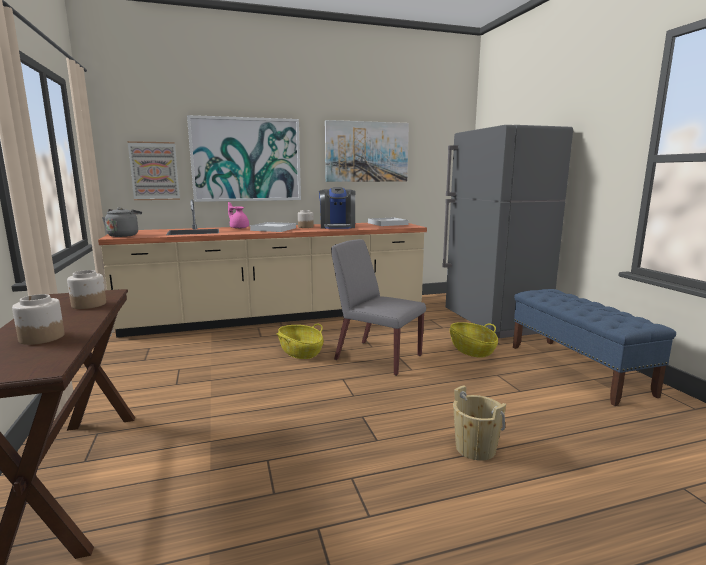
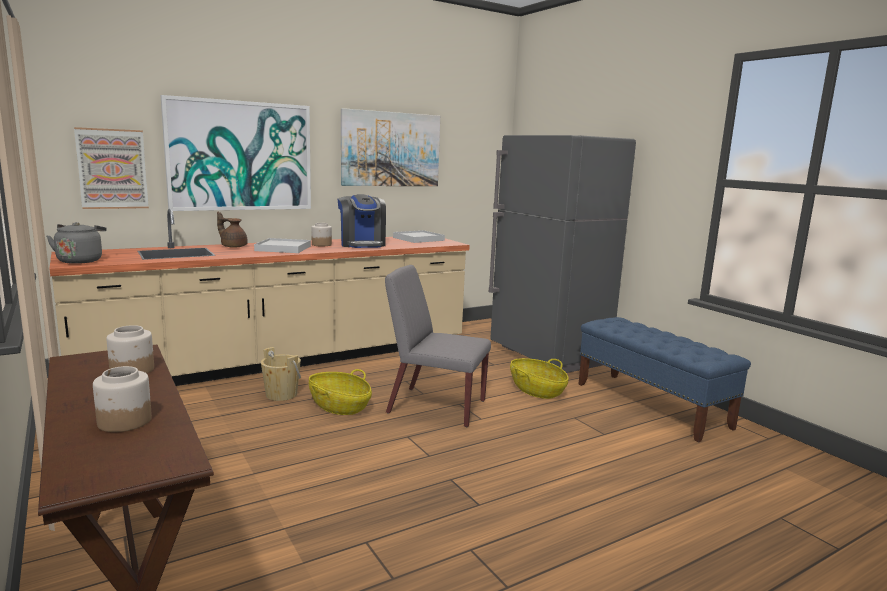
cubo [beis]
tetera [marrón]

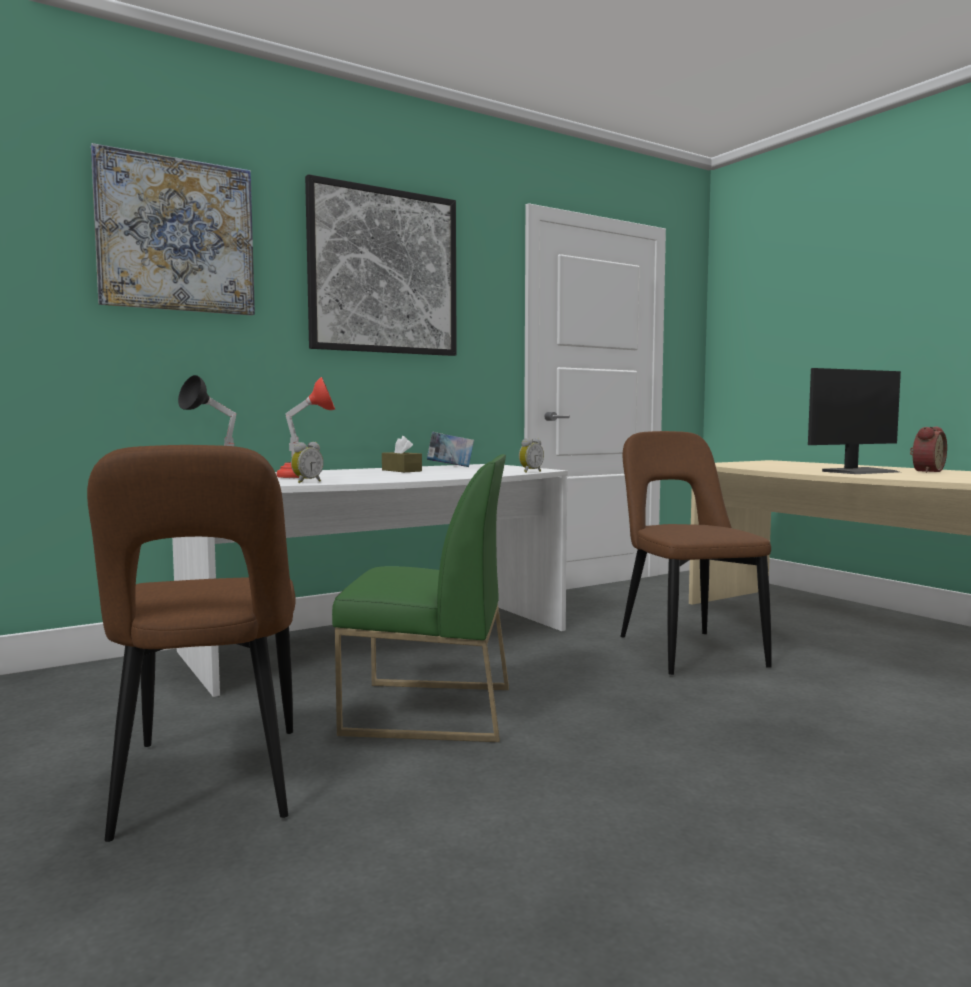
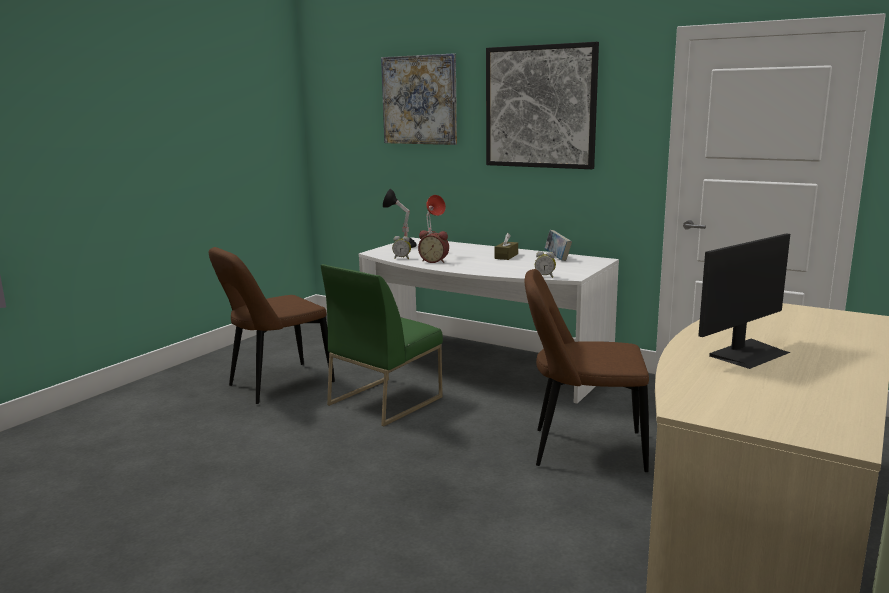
despertador (no. 2 from left)
silla [verde]
silla [marrón] (no. 2 from left)
monitor

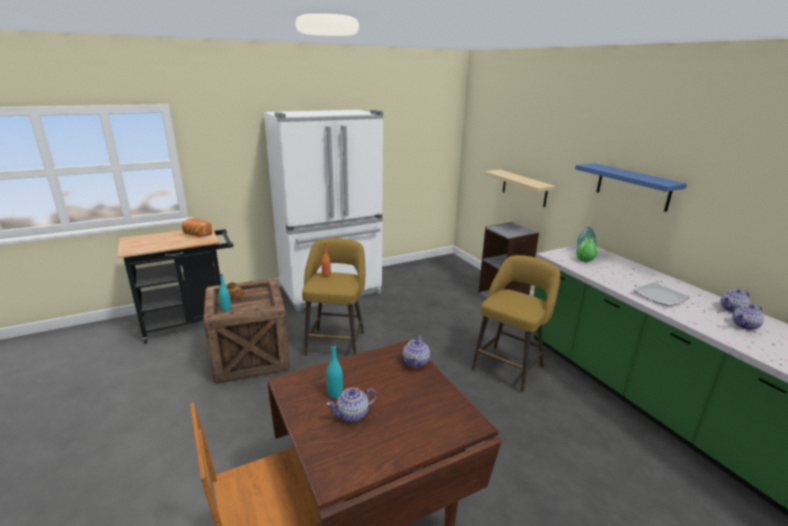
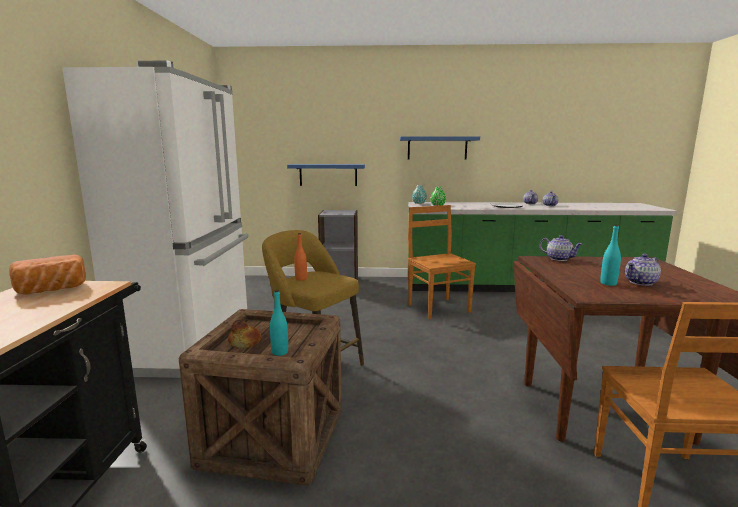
silla [marrón] (no. 1 from left)
estante [azul] (no. 1 from left)
tetera (no. 4 from left)

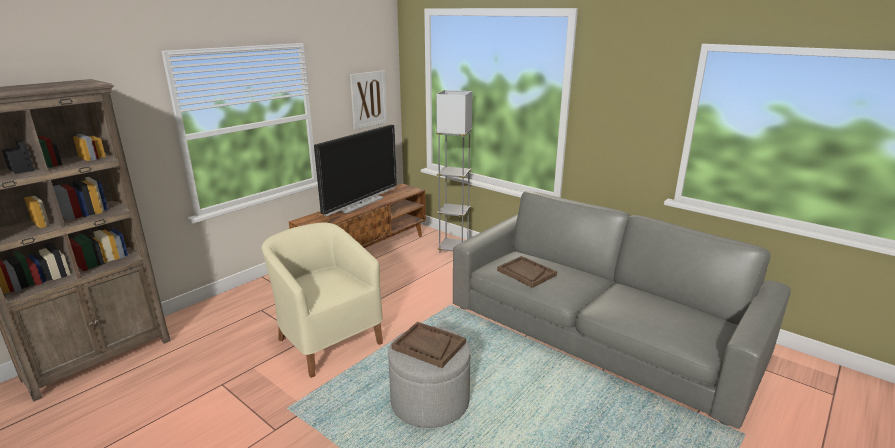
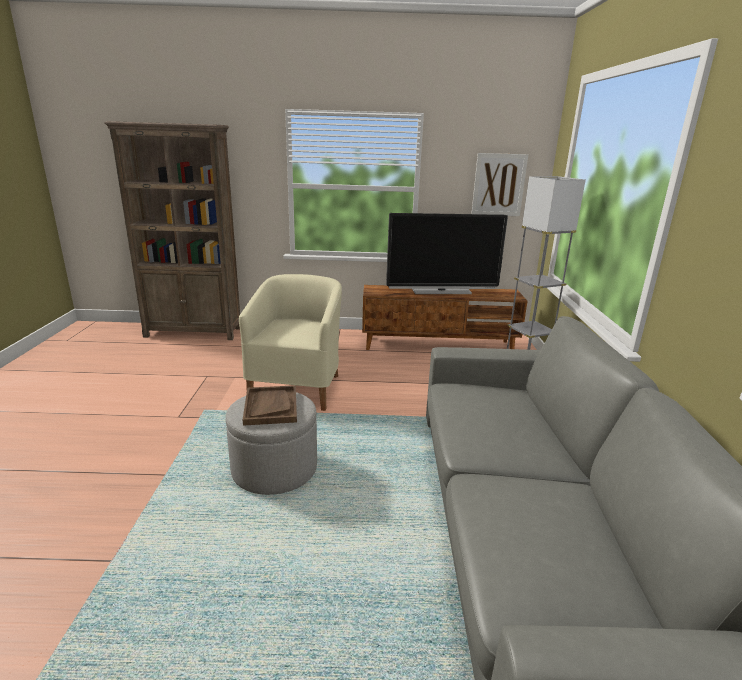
bandeja [marrón] (no. 2 from left in the first image)

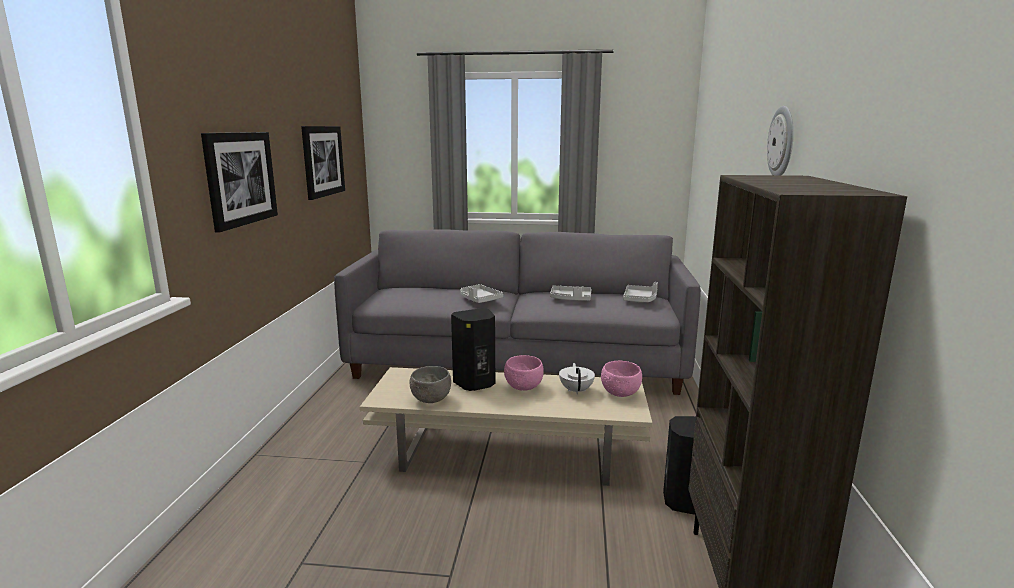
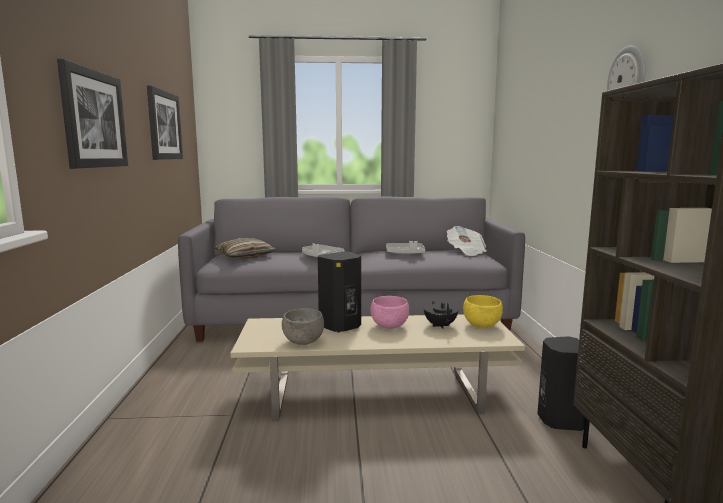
cojín
periódico
tetera [negro]
cuenco [amarillo]

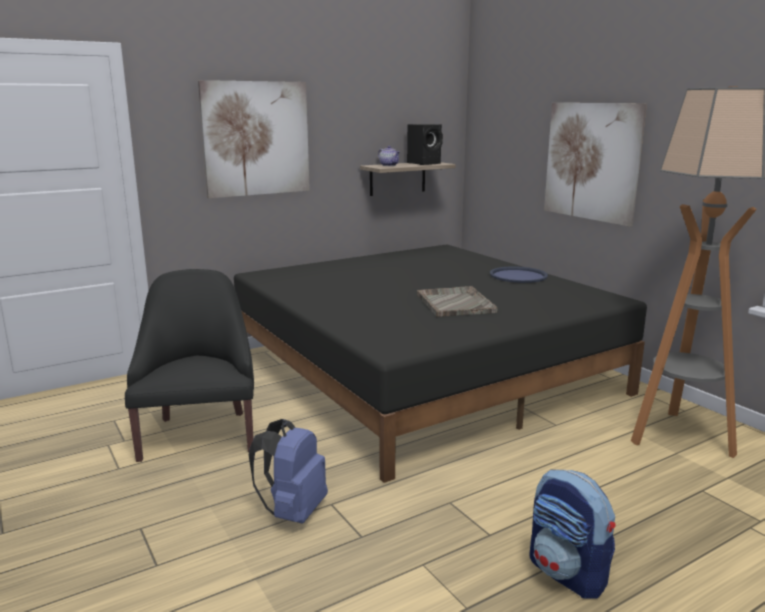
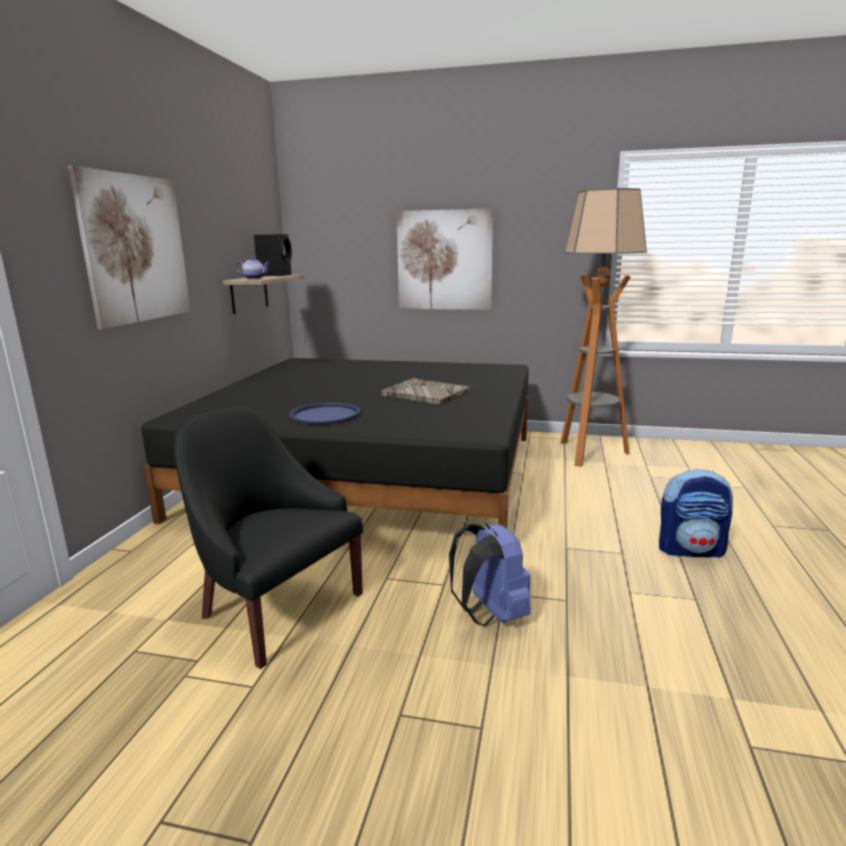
bandeja [azul]

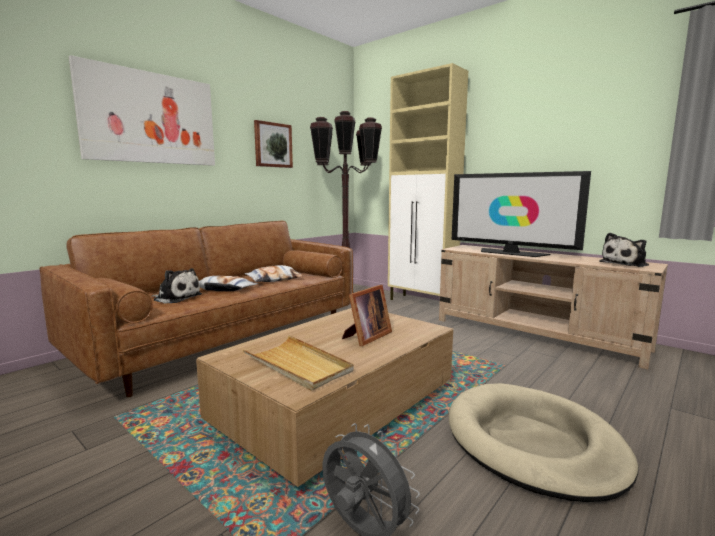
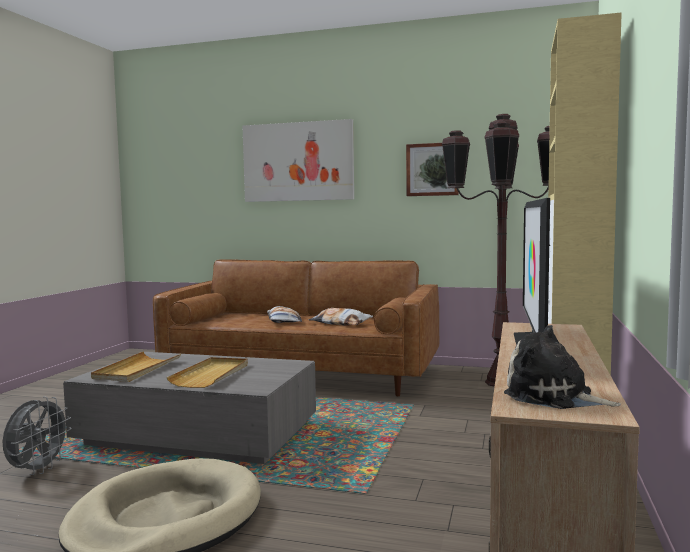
peluche (no. 1 from left in the first image)
bandeja [beis] (no. 2 from left)
mesa de centro [gris]

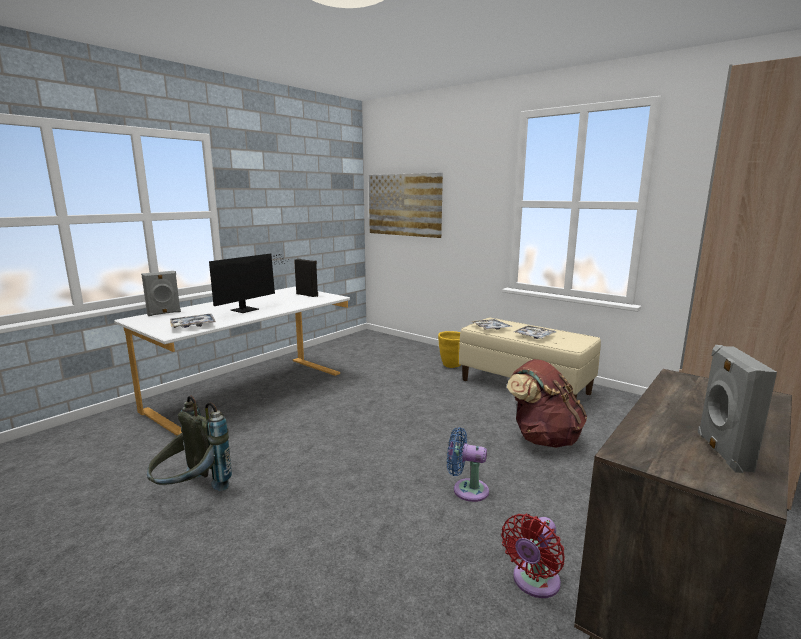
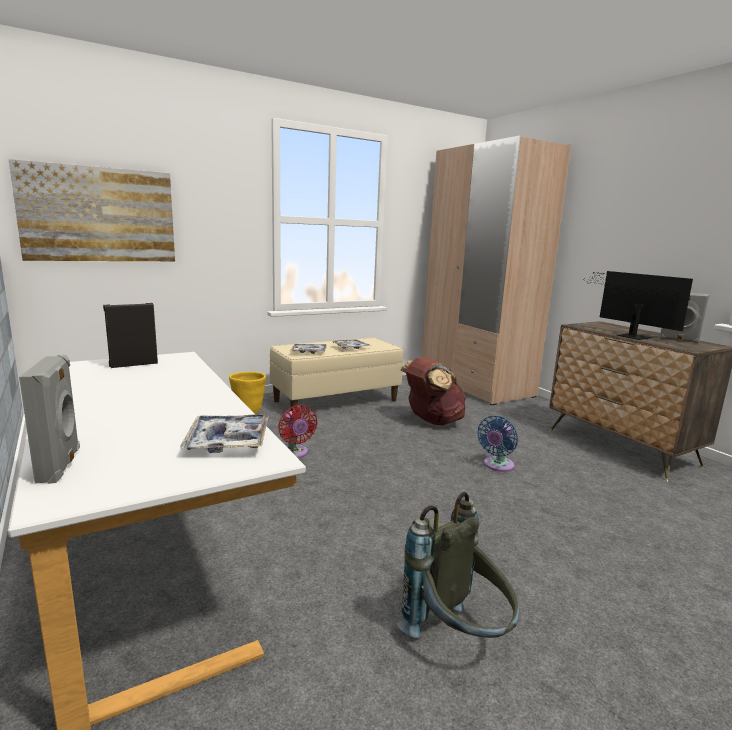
monitor
ventilador [rojo]

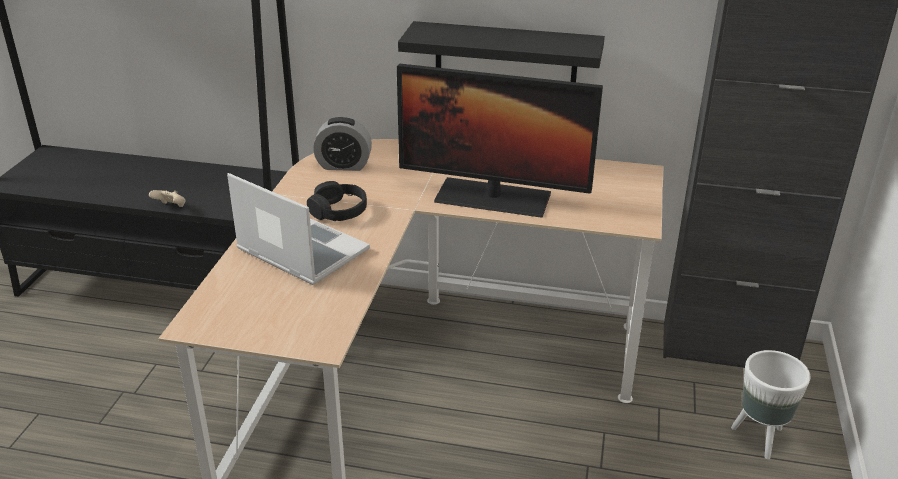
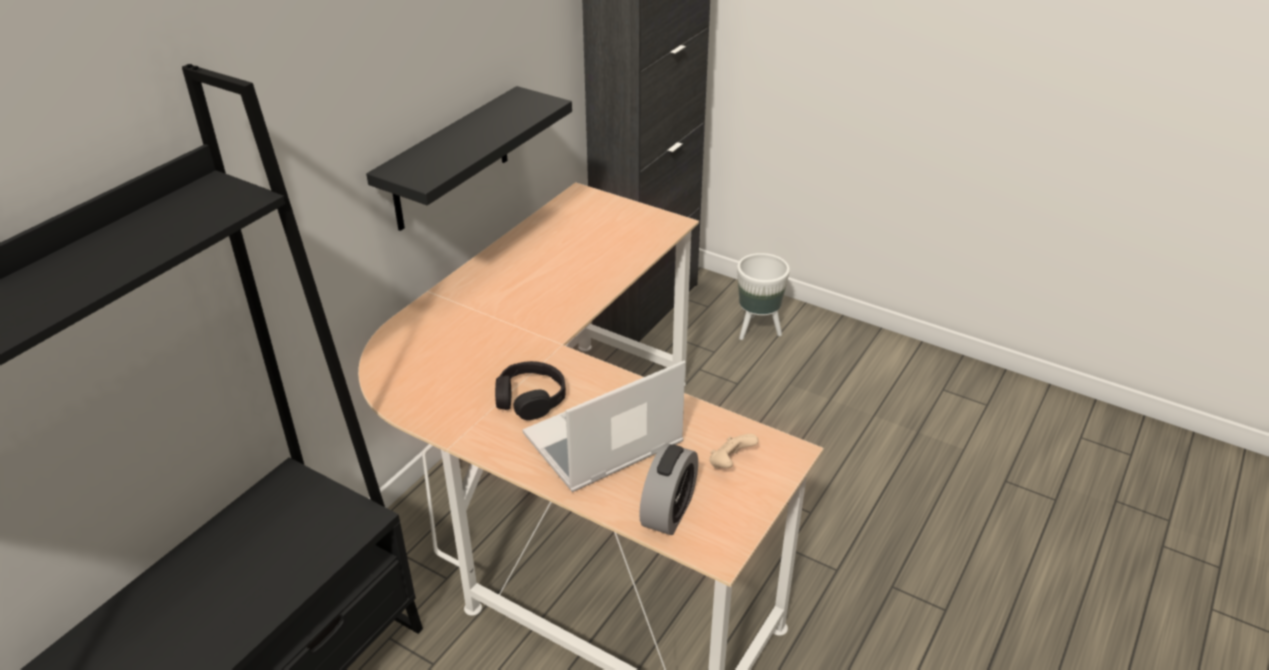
monitor
mando de consola [beis]
despertador

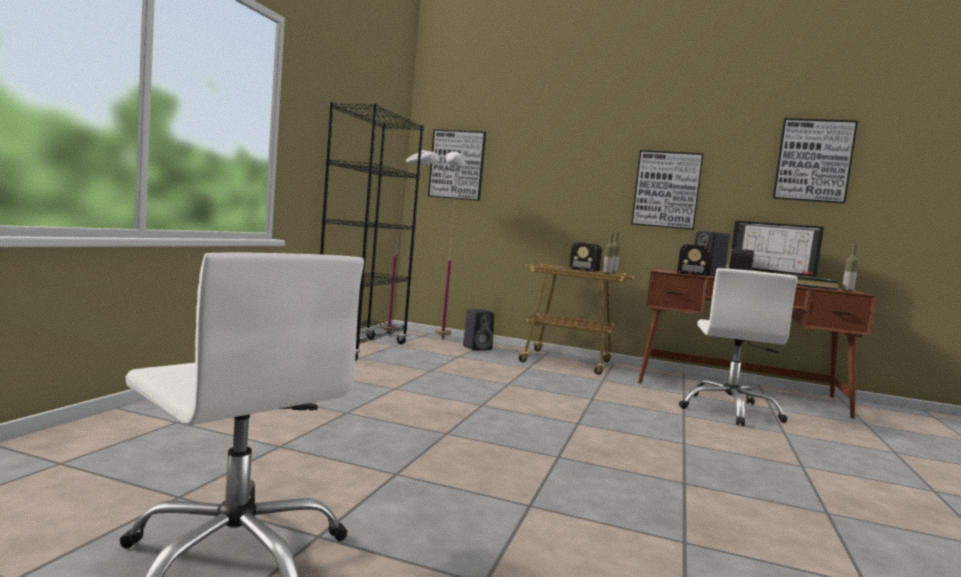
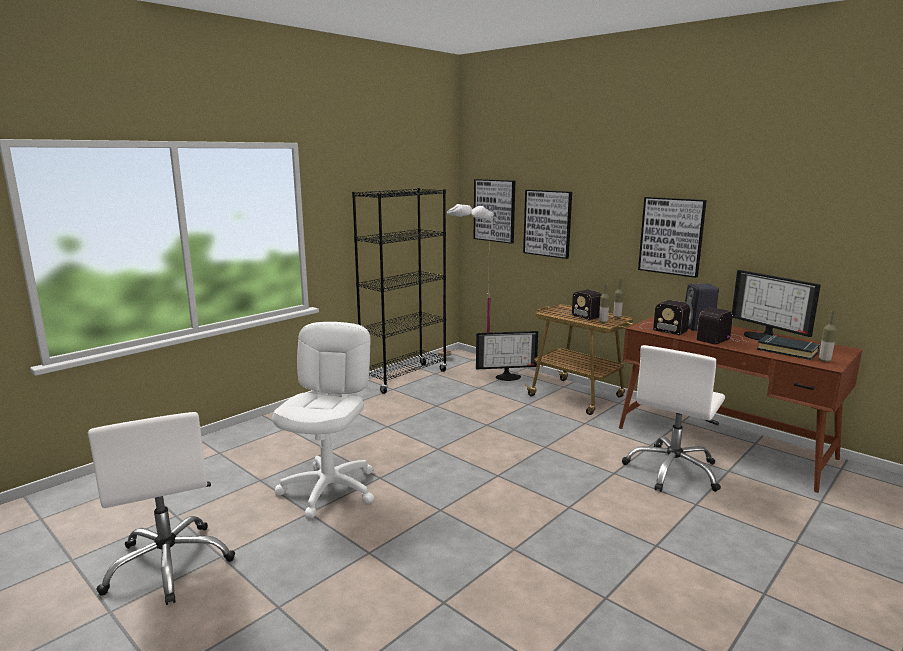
silla de oficina [blanco] (no. 2 from left)
cuadro (no. 2 from left)
monitor (no. 1 from left)

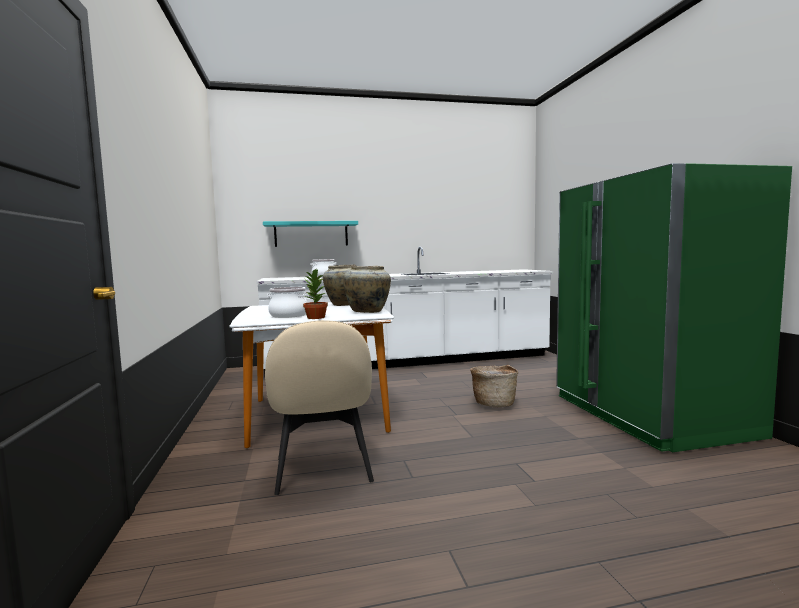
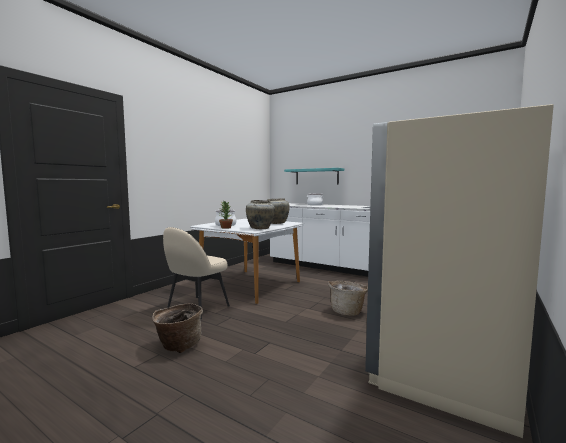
cesta (no. 1 from left)
nevera [beis]

